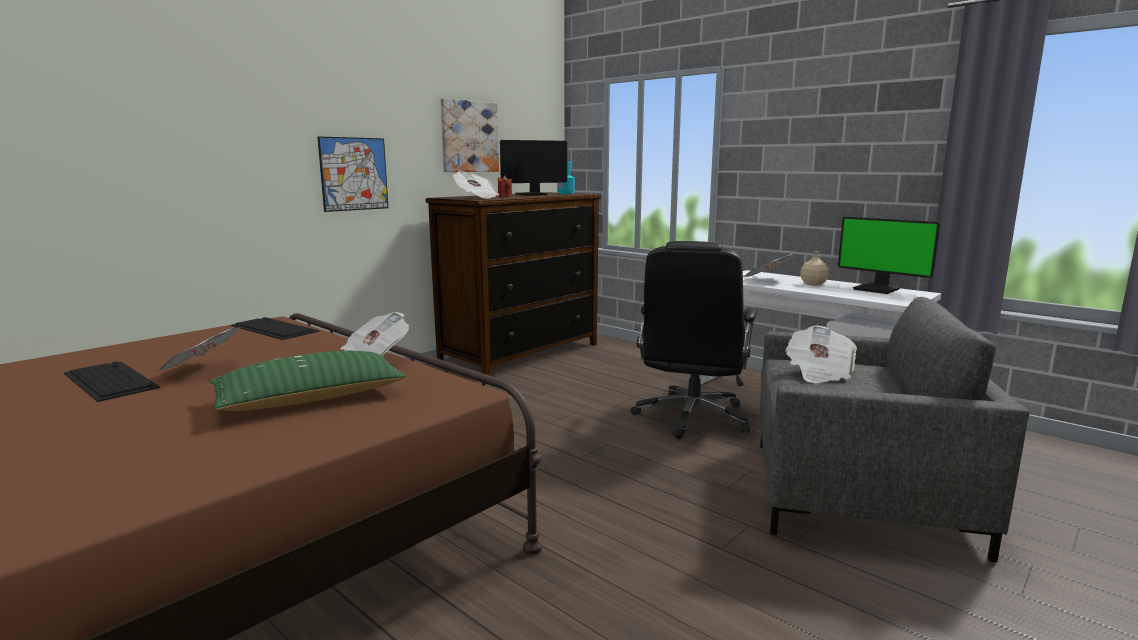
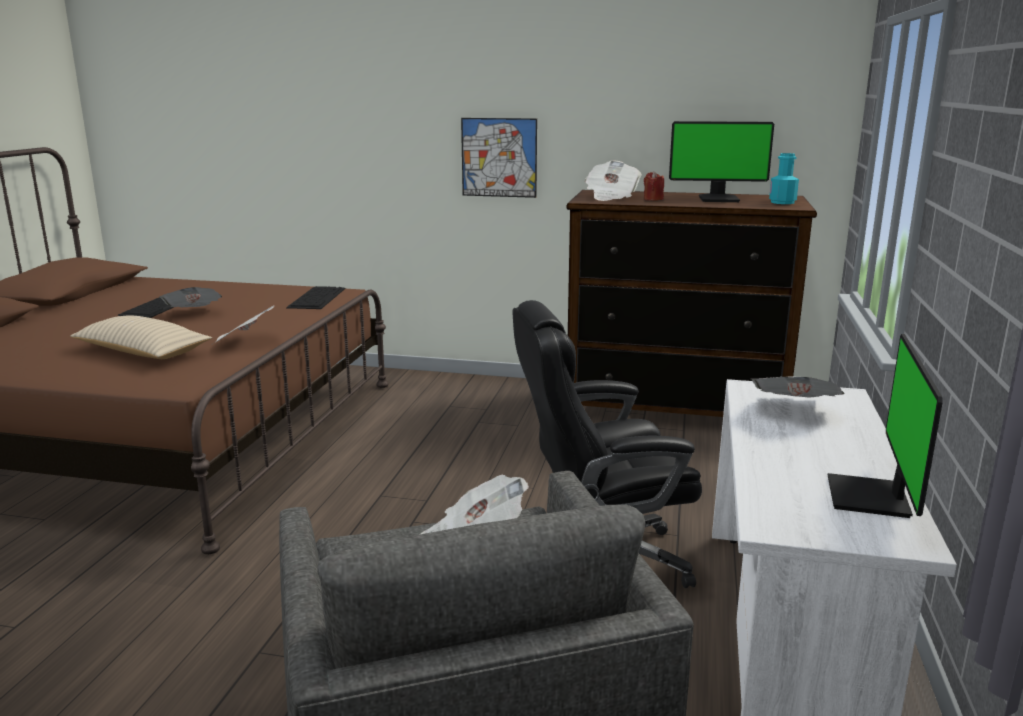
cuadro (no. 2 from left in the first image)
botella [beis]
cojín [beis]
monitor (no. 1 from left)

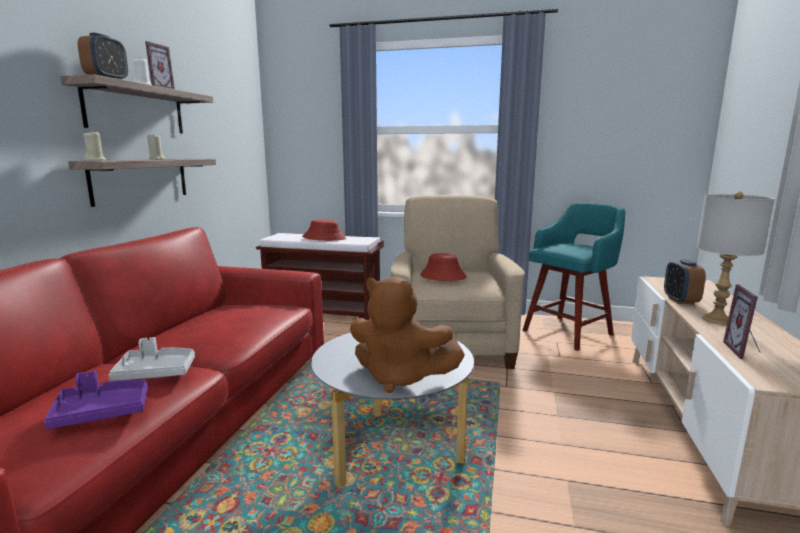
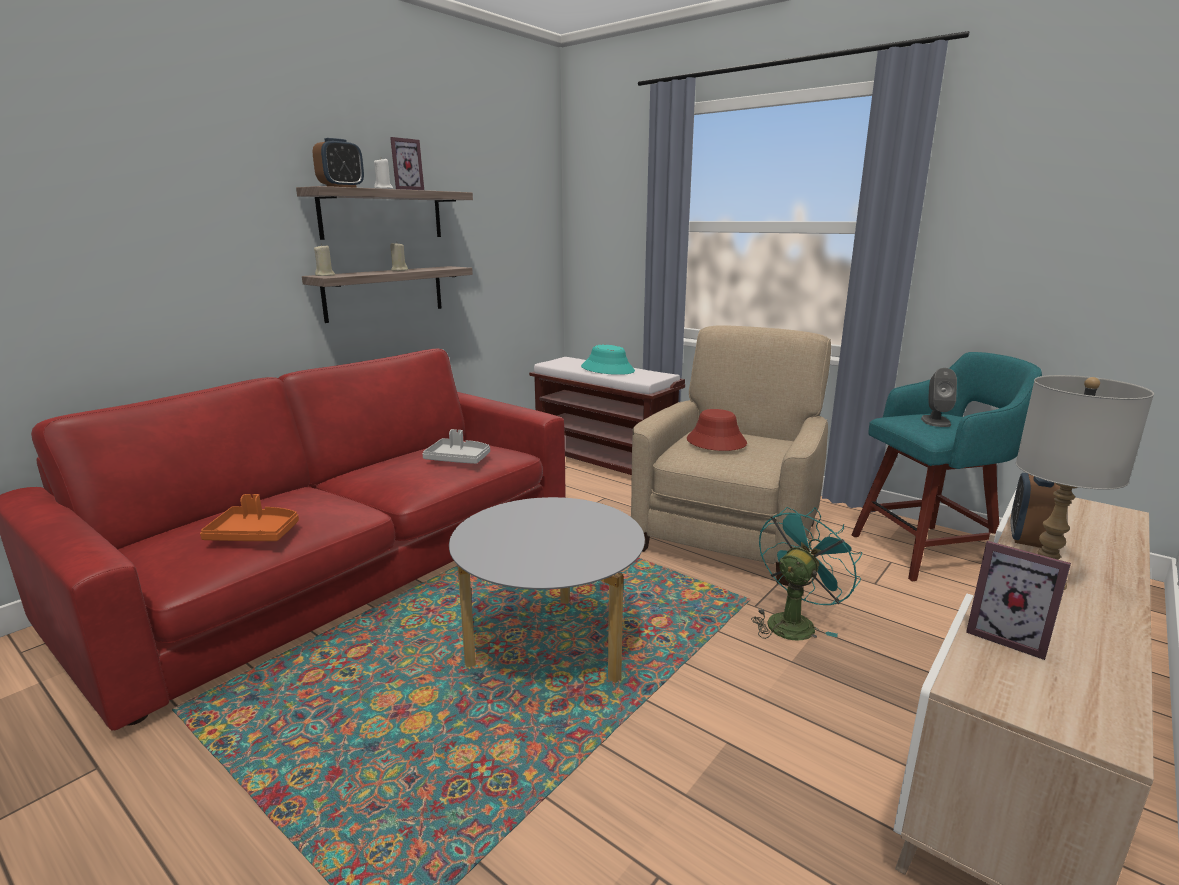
peluche [marrón]
ventilador [turquesa]
altavoz [gris]
bandeja [gris]
bandeja [naranja]
sombrero [turquesa]
portarretratos (no. 2 from left)

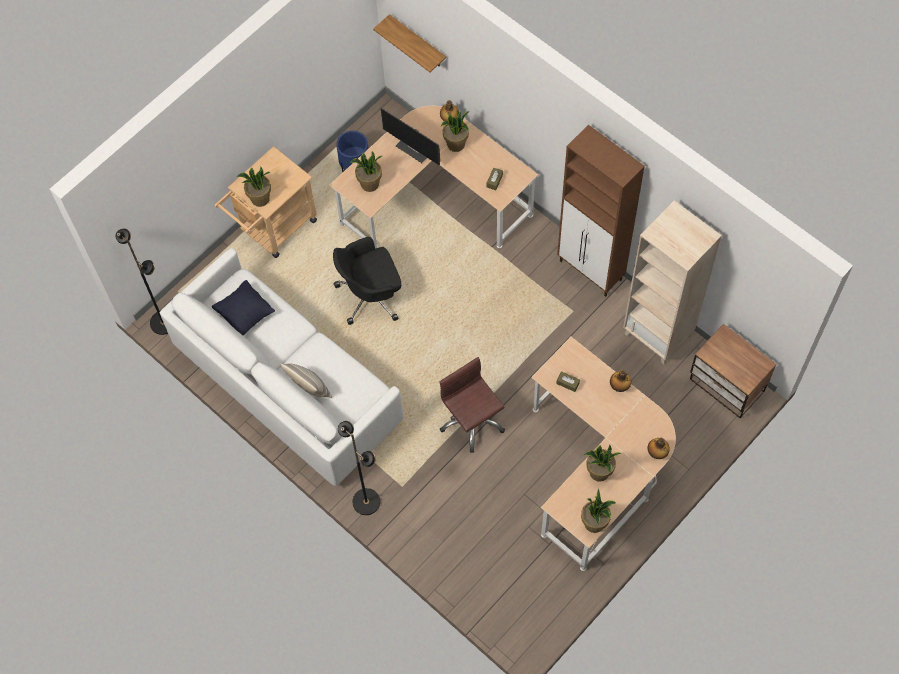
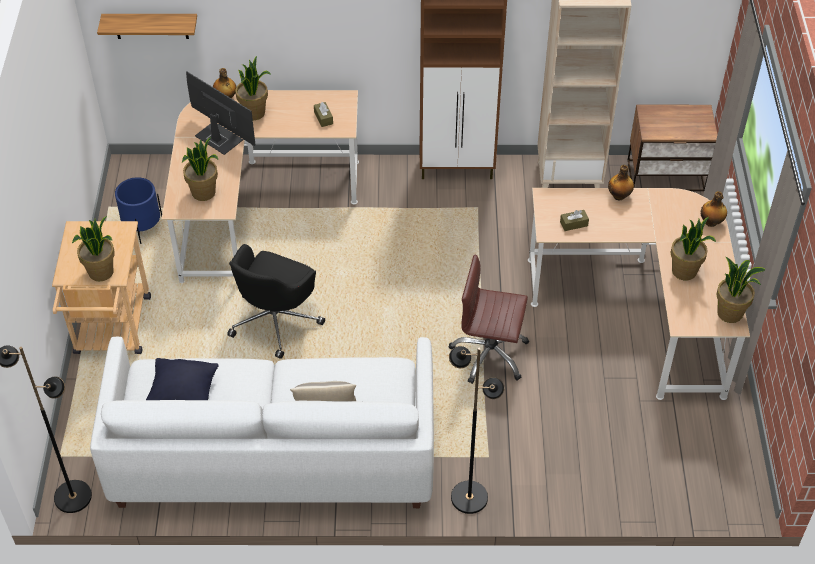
monitor

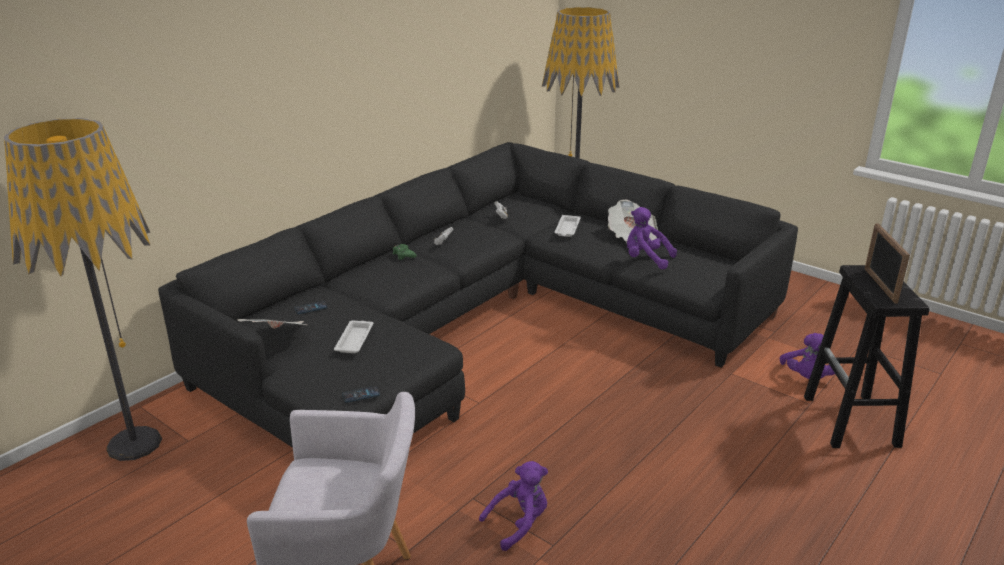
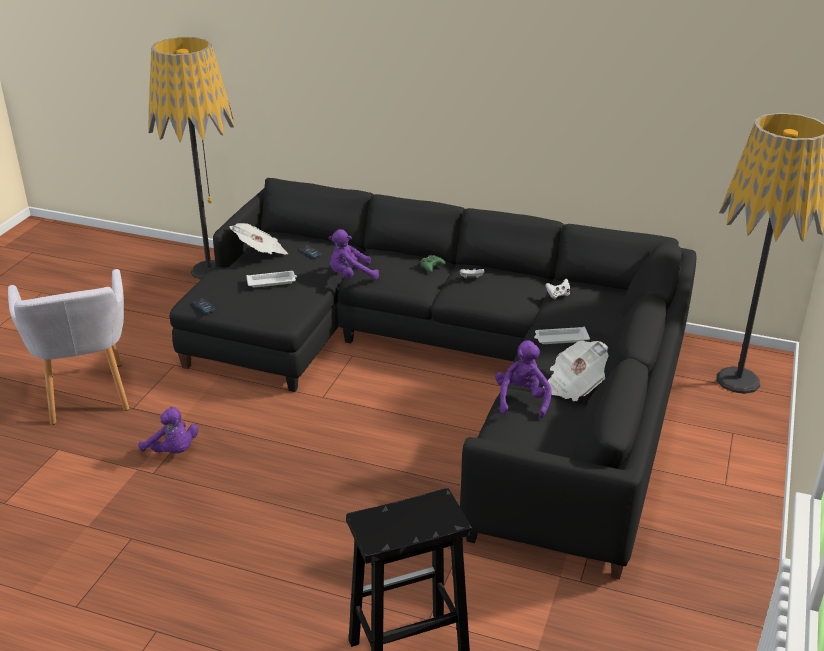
portarretratos
peluche [morado] (no. 2 from left)

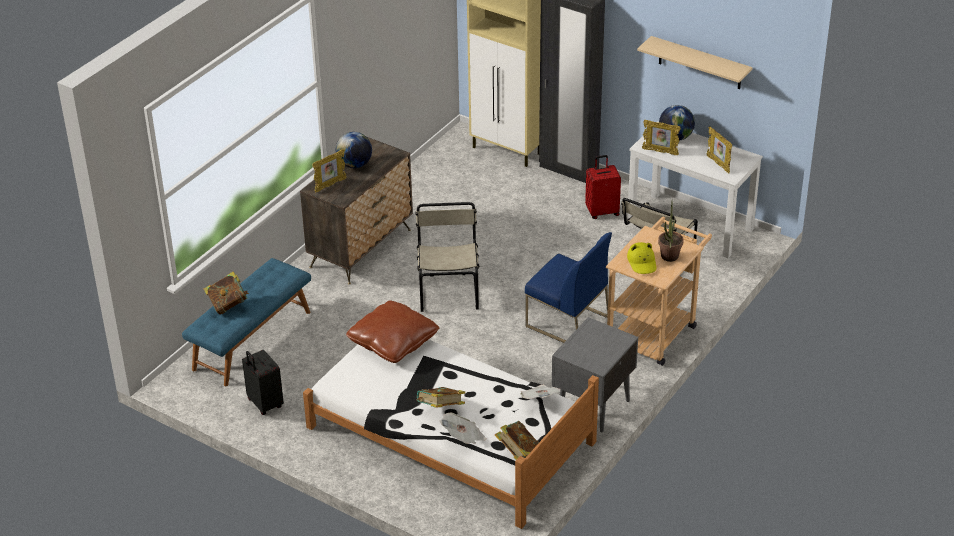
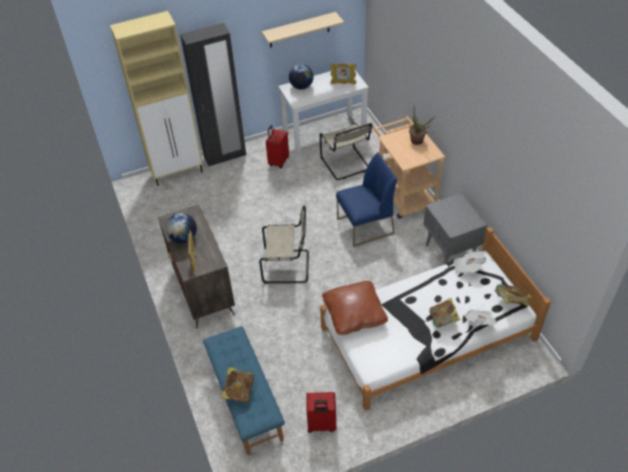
sombrero [amarillo]
portarretratos (no. 2 from left in the first image)
maleta [rojo] (no. 2 from left)
silla [beis] (no. 1 from left)

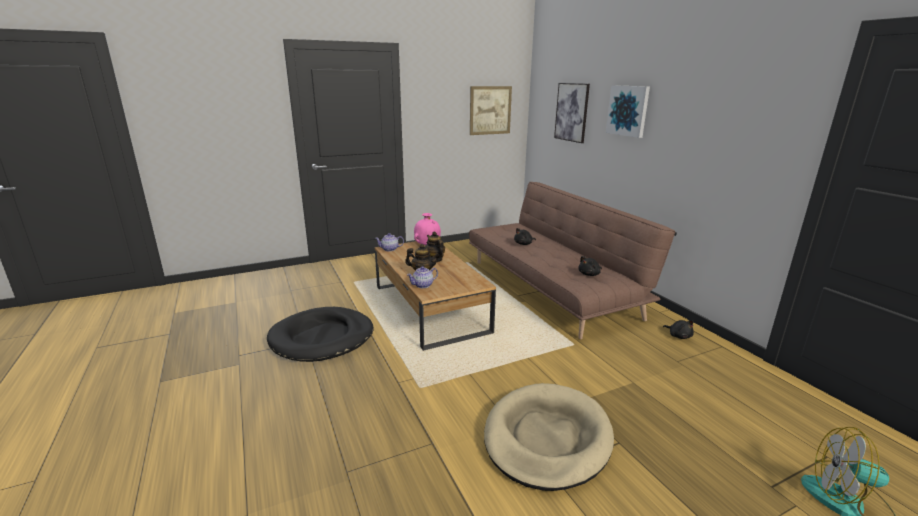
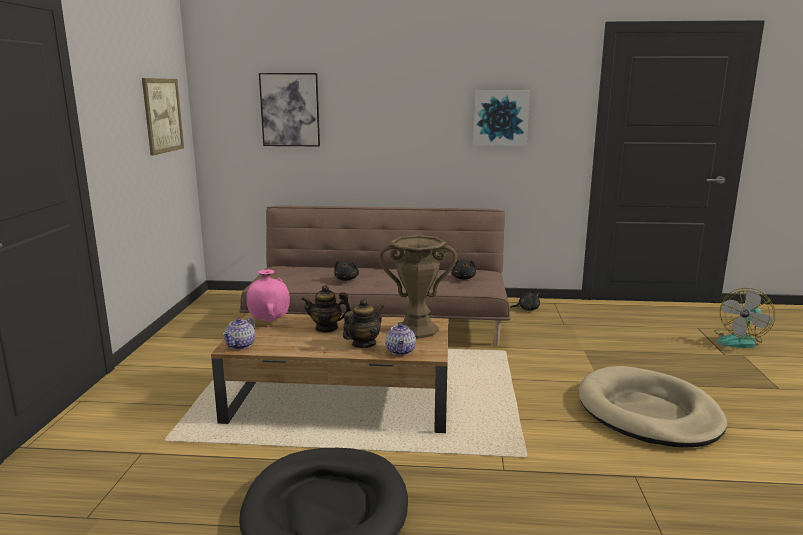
florero [marrón]
cuadro (no. 3 from left)

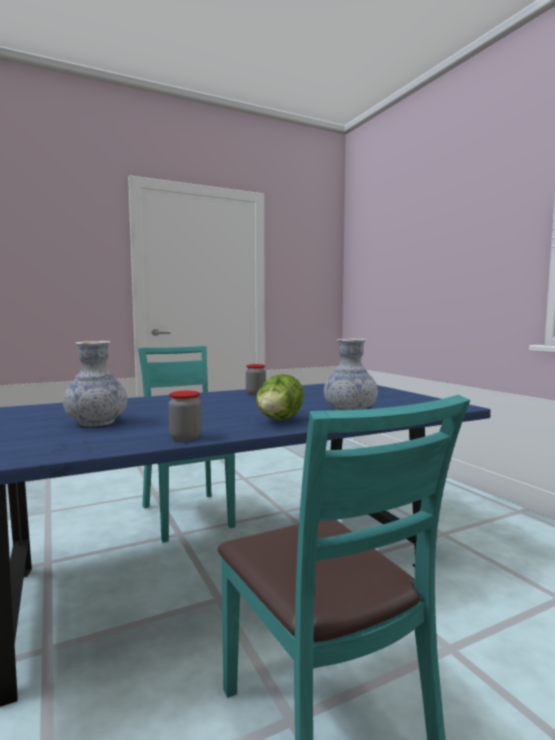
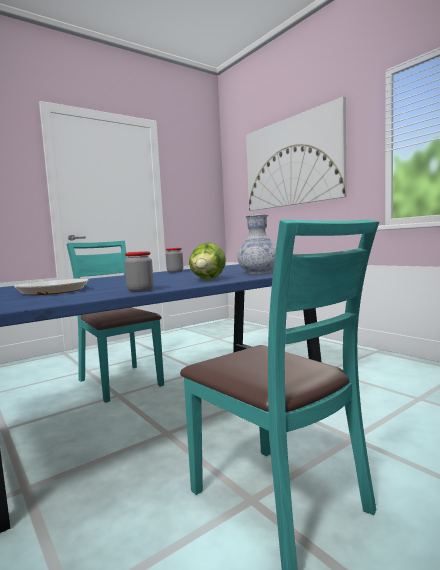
cuadro
sartén

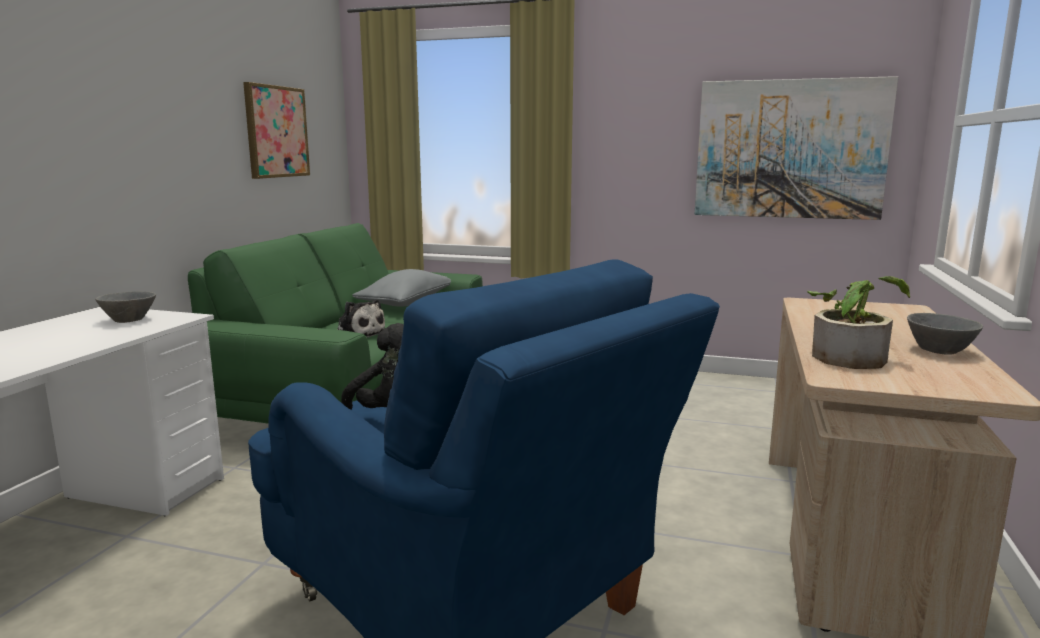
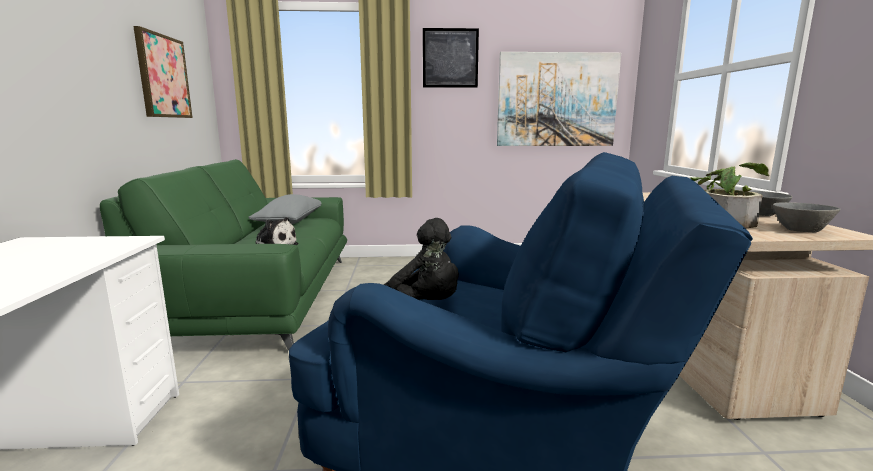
cuadro (no. 2 from left)
cuenco [gris] (no. 2 from left)

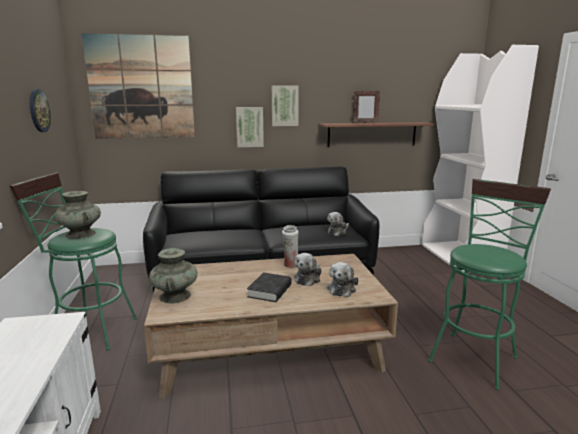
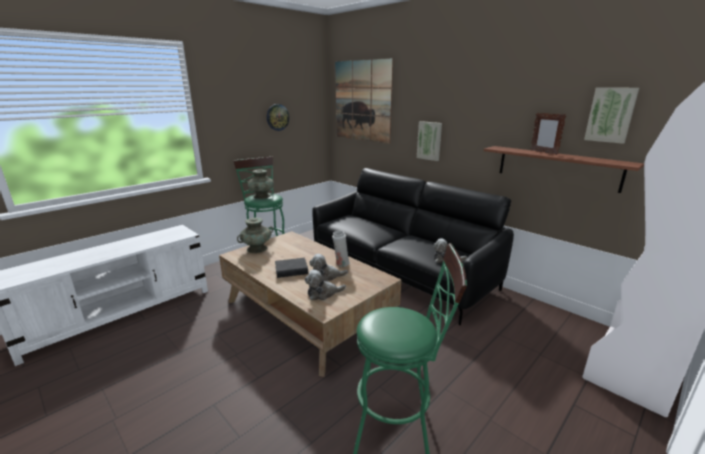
cuadro (no. 3 from left)

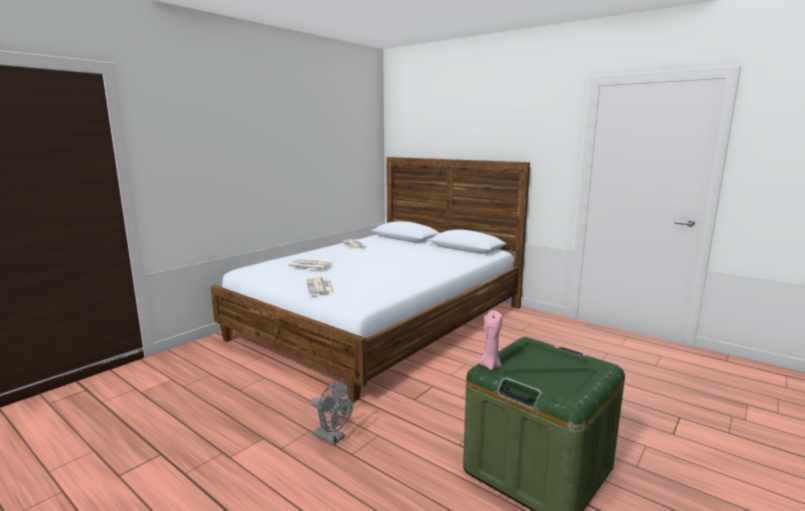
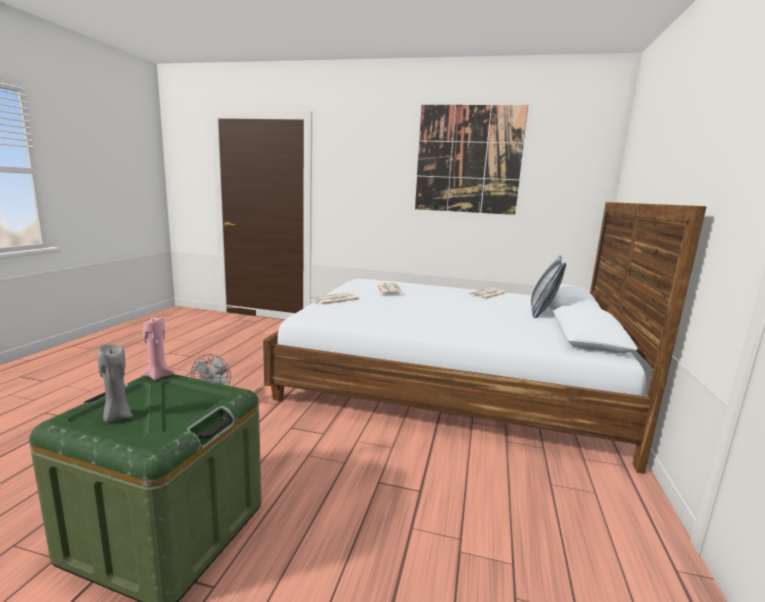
vela [gris]
cuadro
cojín

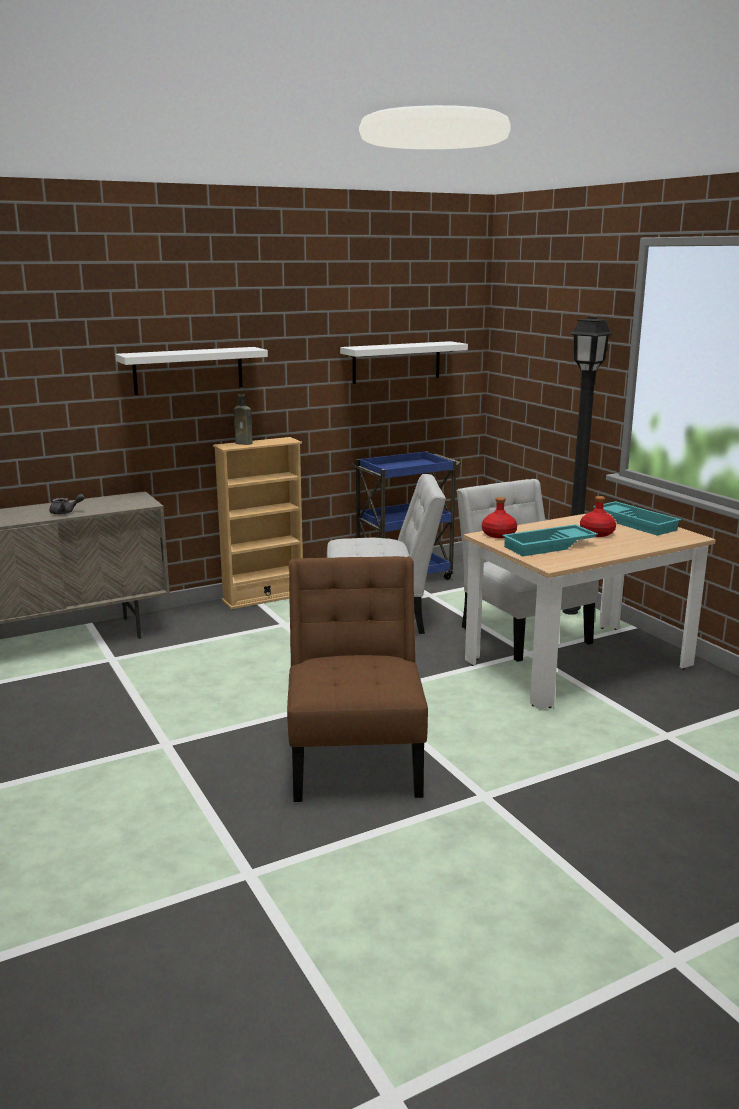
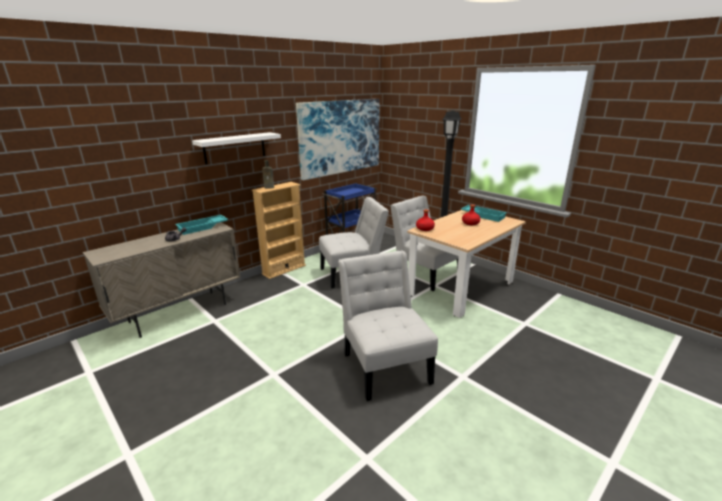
bandeja [turquesa] (no. 1 from left)
cuadro
silla [blanco] (no. 2 from left)

